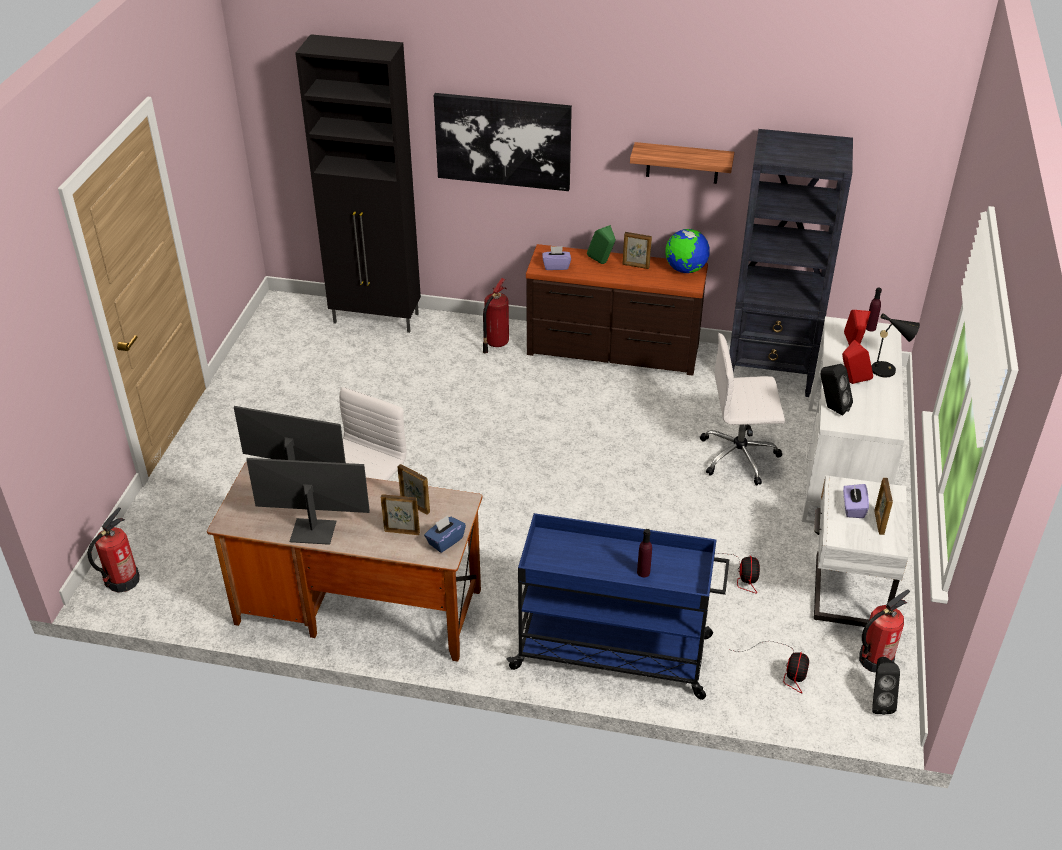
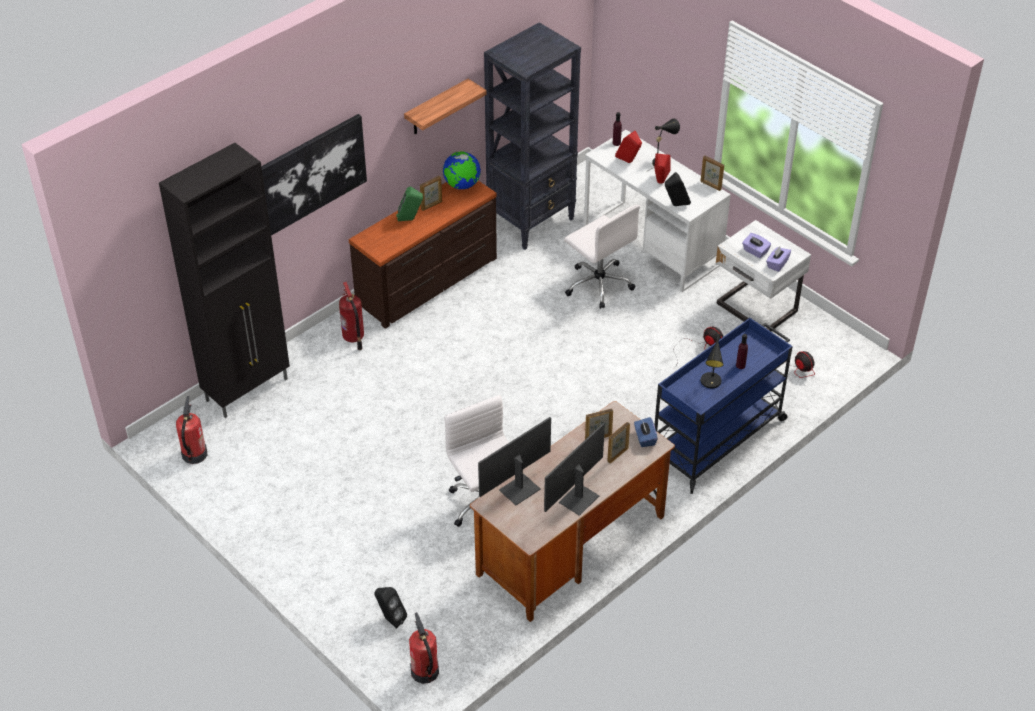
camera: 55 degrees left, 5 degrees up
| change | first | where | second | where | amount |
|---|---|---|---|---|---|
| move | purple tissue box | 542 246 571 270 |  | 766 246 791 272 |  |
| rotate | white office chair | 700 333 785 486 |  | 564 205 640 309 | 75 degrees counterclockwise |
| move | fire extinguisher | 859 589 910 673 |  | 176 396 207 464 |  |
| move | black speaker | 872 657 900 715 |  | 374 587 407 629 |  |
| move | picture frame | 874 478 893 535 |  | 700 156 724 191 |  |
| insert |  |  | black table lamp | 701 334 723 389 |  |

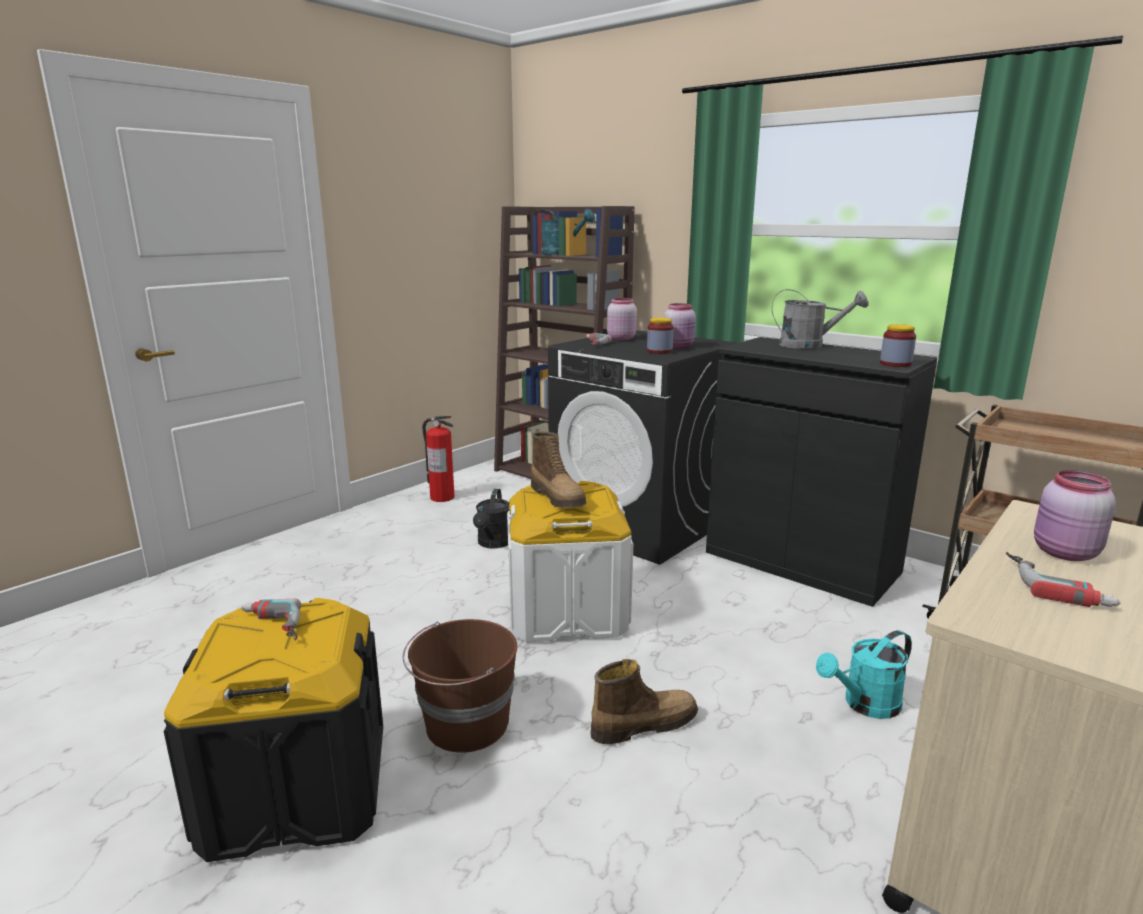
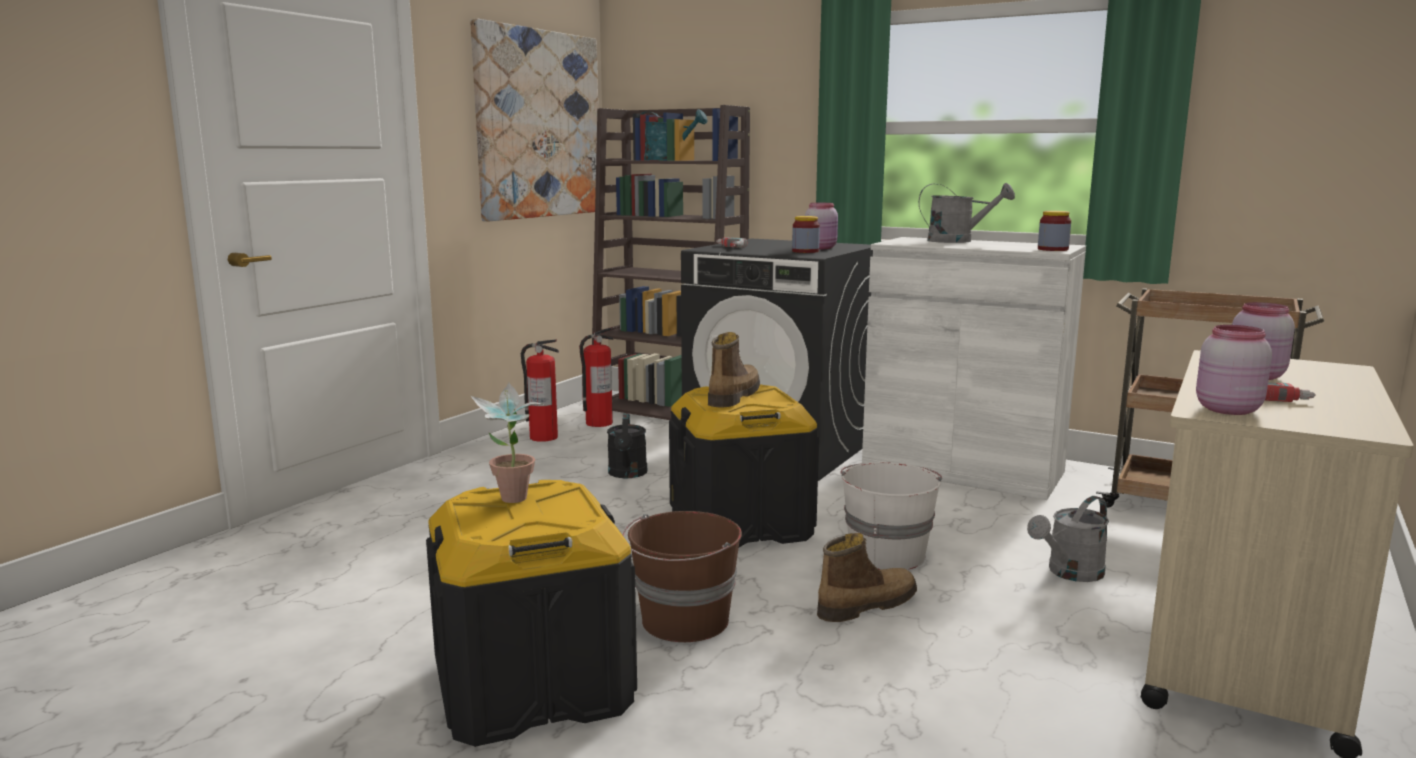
camera: 10 degrees left, 5 degrees down
| change | first | where | second | where | amount |
|---|---|---|---|---|---|
| replace | power drill | 241 599 301 641 | potted plant | 471 383 546 503 |  |
| recolor | white storage box | 507 481 633 642 | black storage box | 669 384 819 547 |  |
| rotate | boot | 531 431 586 508 |  | 708 332 760 408 | 120 degrees counterclockwise |
| move | pink jar | 607 298 637 341 |  | 1196 325 1272 415 |  |
| recolor | black cabinet | 706 337 938 607 | white cabinet | 862 237 1086 500 |  |
| recolor | turquoise watering can | 816 630 912 719 | grey watering can | 1027 496 1109 582 |  |
| insert |  |  | picture | 470 19 598 221 |  |
| insert |  |  | fire extinguisher | 579 328 613 427 |  |
| insert |  |  | white bucket | 840 462 942 570 |  |

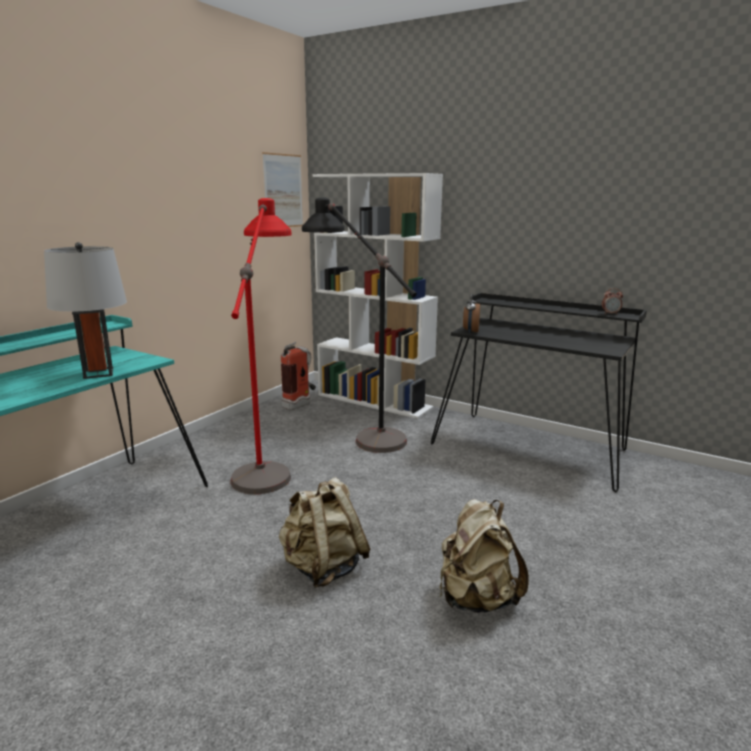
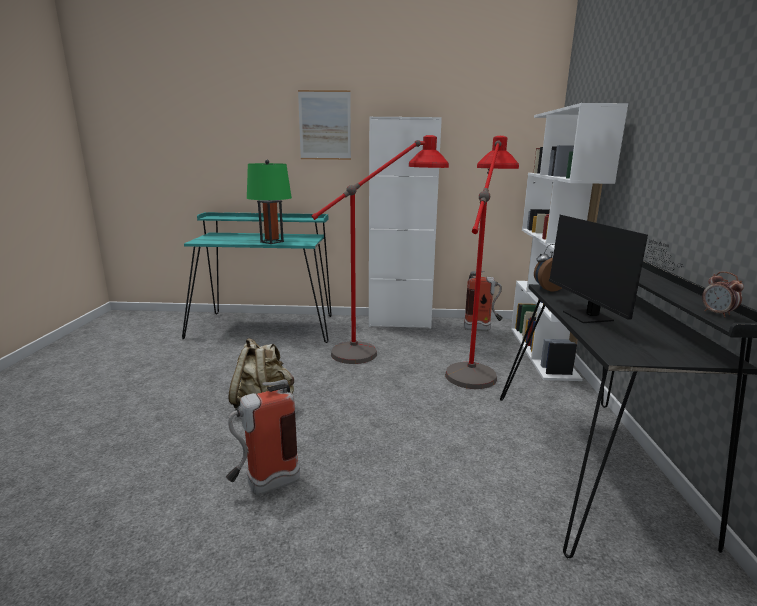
camera: 60 degrees right, 0 degrees up
| change | first | where | second | where | amount |
|---|---|---|---|---|---|
| recolor | grey table lamp | 44 242 127 379 | green table lamp | 247 160 292 244 |  |
| move | picture | 262 152 303 227 |  | 298 90 351 160 |  |
| recolor | black floor lamp | 302 198 417 453 | red floor lamp | 445 136 519 389 |  |
| replace | beige backpack | 439 499 529 613 | fire extinguisher | 226 379 300 495 |  |
| insert |  |  | white cabinet | 369 117 442 329 |  |
| insert |  |  | monitor | 549 215 684 323 |  |

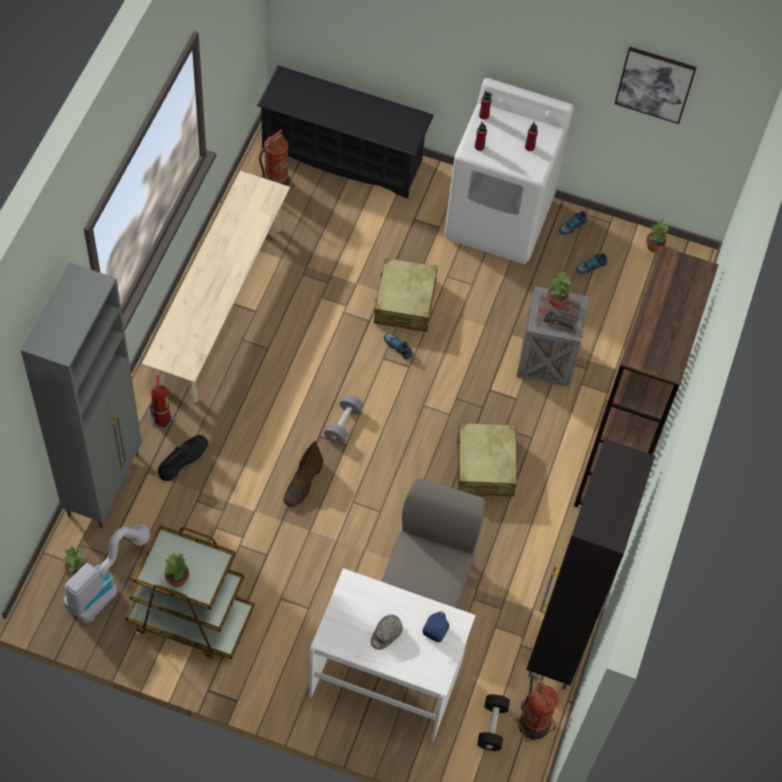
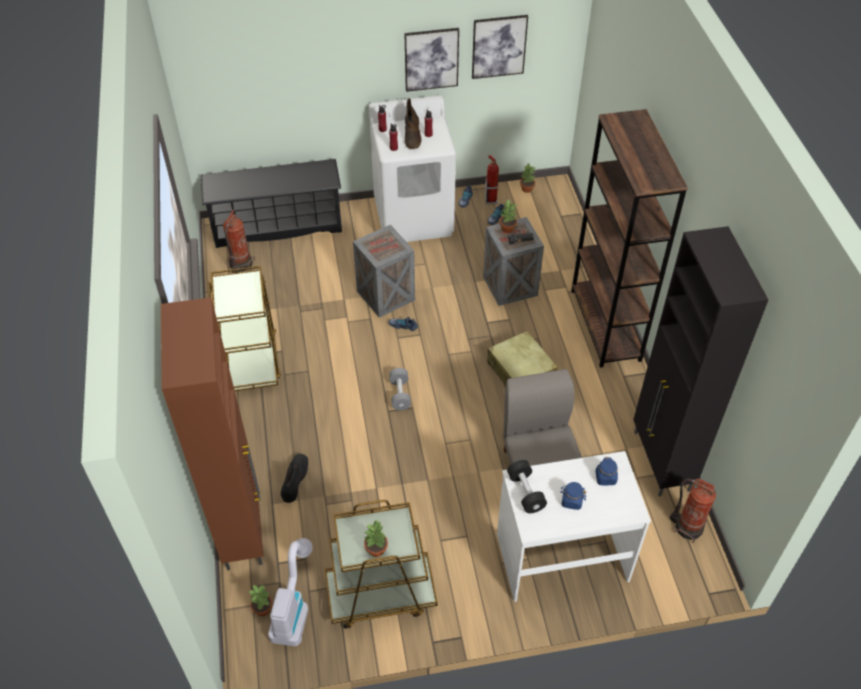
camera: 25 degrees left, 10 degrees down
| change | first | where | second | where | amount |
|---|---|---|---|---|---|
| recolor | grey cabinet | 21 262 142 528 | brown cabinet | 161 297 263 570 |  |
| replace | beige bench | 142 171 290 403 | brown cart | 208 266 281 391 |  |
| move | fire extinguisher | 149 375 174 430 |  | 485 155 499 204 |  |
| move | brown boot | 283 441 323 507 |  | 405 98 422 149 |  |
| replace | grey cap | 371 615 402 650 | blue jar | 560 482 586 510 |  |
| replace | beige suitcase | 374 258 438 332 | crate | 353 225 415 318 |  |
| move | black dumbbell | 477 694 510 751 |  | 507 460 547 513 |  |
| insert |  |  | picture | 404 28 459 92 |  |

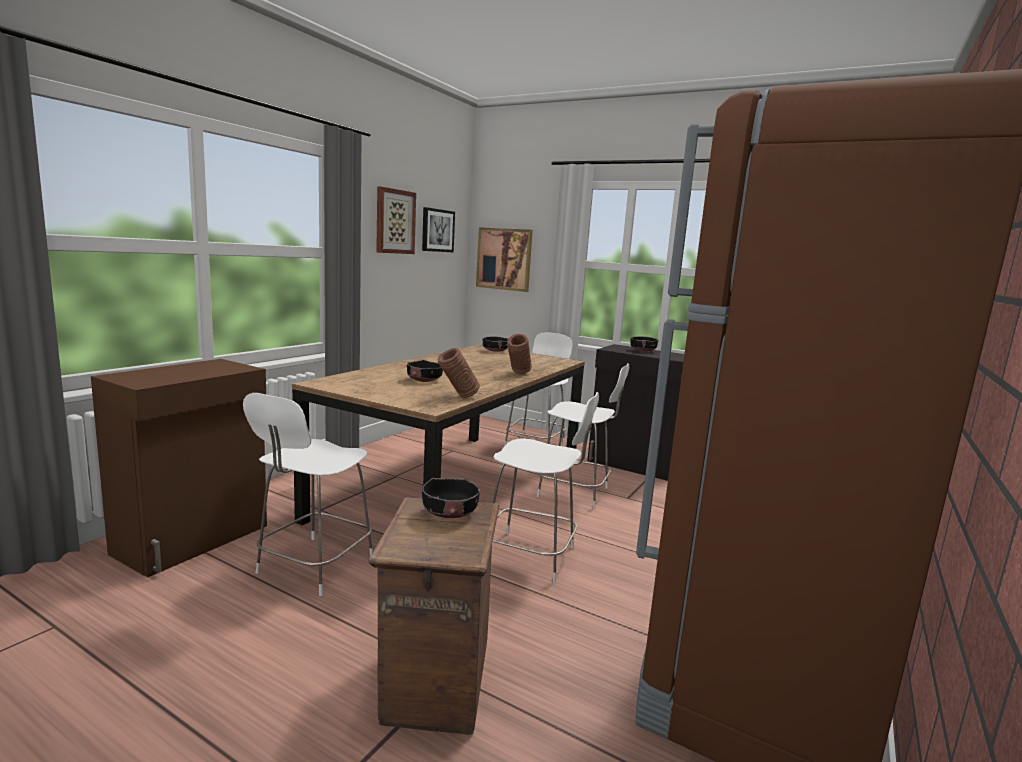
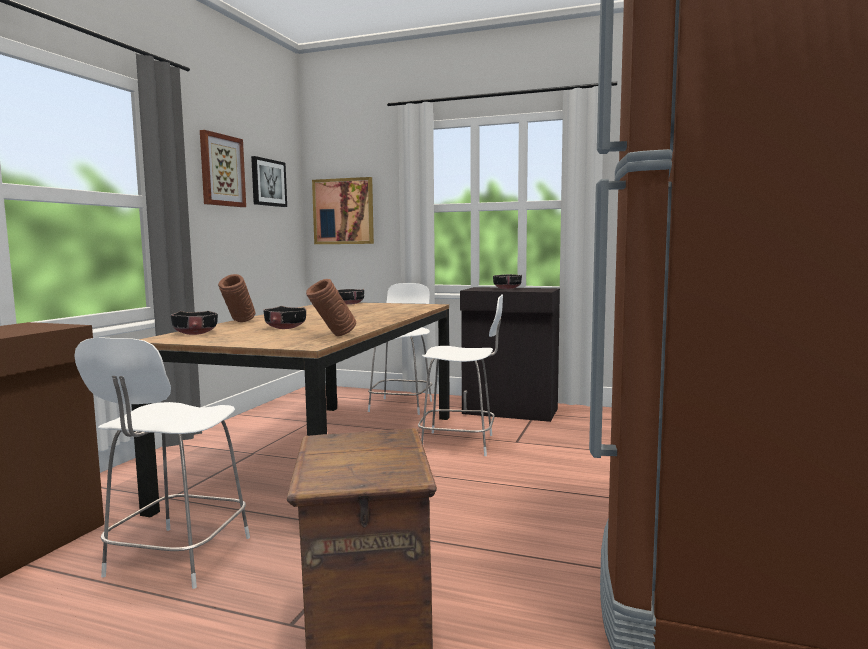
camera: 10 degrees left, 5 degrees down
| change | first | where | second | where | amount |
|---|---|---|---|---|---|
| move | black bowl | 422 478 480 518 |  | 171 311 218 335 |  |
| delete | white chair | 492 392 599 583 |  |  |  |
| move | brown vase | 507 334 532 374 |  | 218 274 255 322 |  |

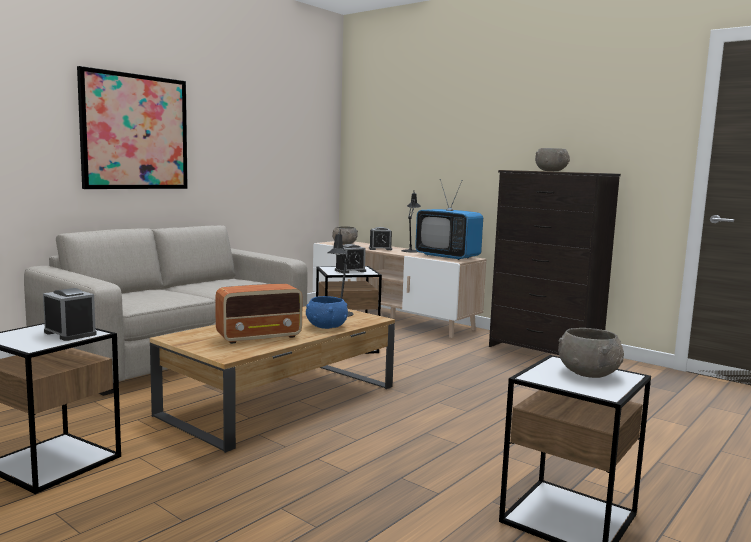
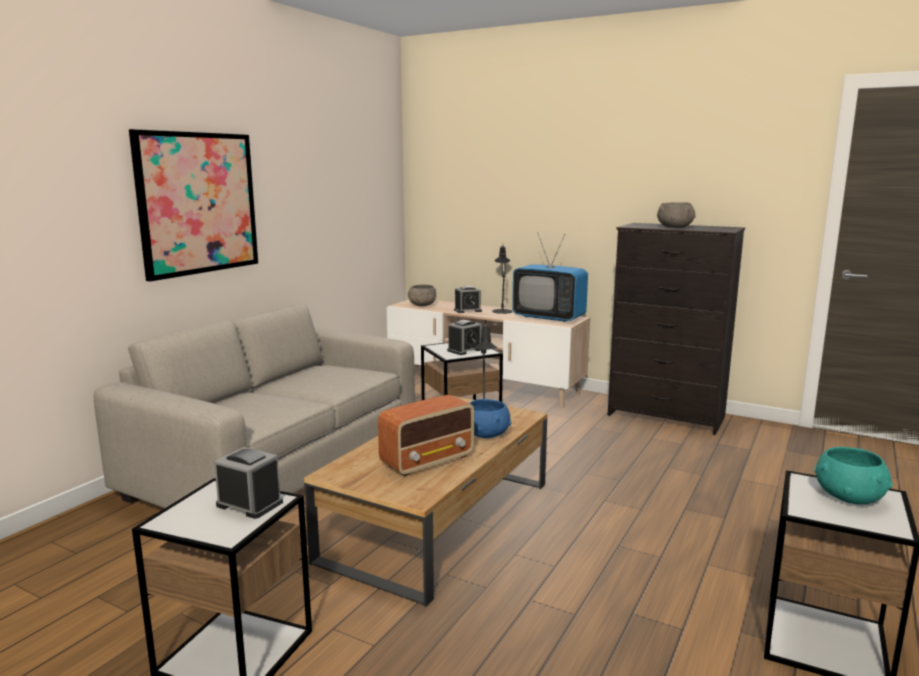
camera: 10 degrees left, 5 degrees up
| change | first | where | second | where | amount |
|---|---|---|---|---|---|
| recolor | grey bowl | 558 328 624 378 | turquoise bowl | 814 447 893 504 |  |

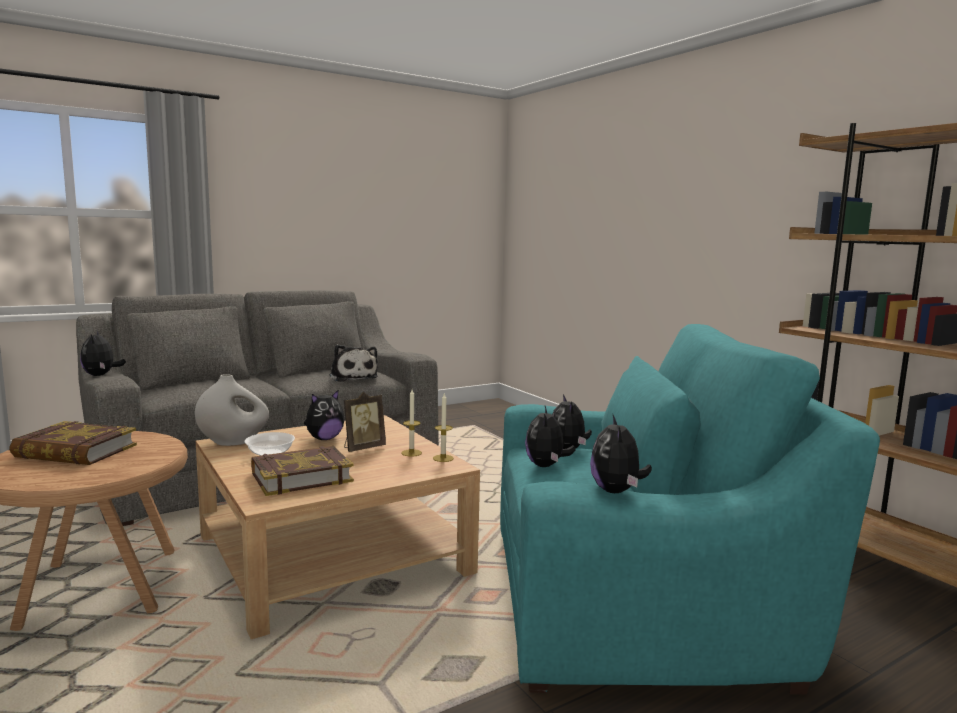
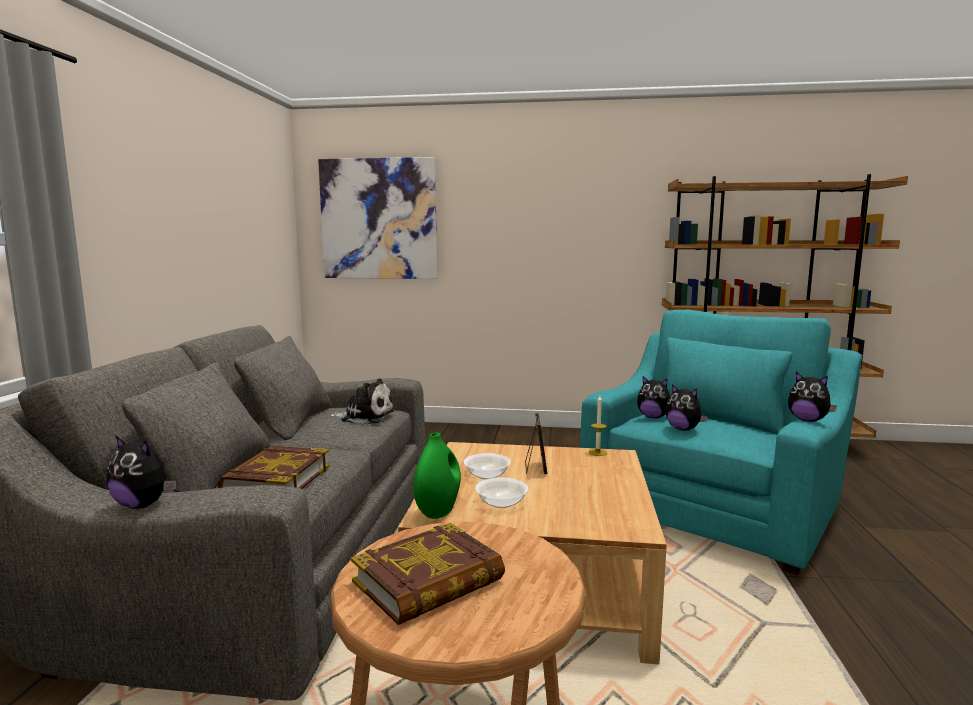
camera: 50 degrees left, 0 degrees up
| change | first | where | second | where | amount |
|---|---|---|---|---|---|
| recolor | white vase | 195 375 269 446 | green vase | 413 433 461 519 |  |
| move | book | 251 446 354 496 |  | 218 446 330 489 |  |
| replace | plush toy | 304 390 345 440 | bowl | 464 453 511 479 |  |
| delete | candle | 401 390 422 457 |  |  |  |
| insert |  |  | picture | 318 157 437 279 |  |

